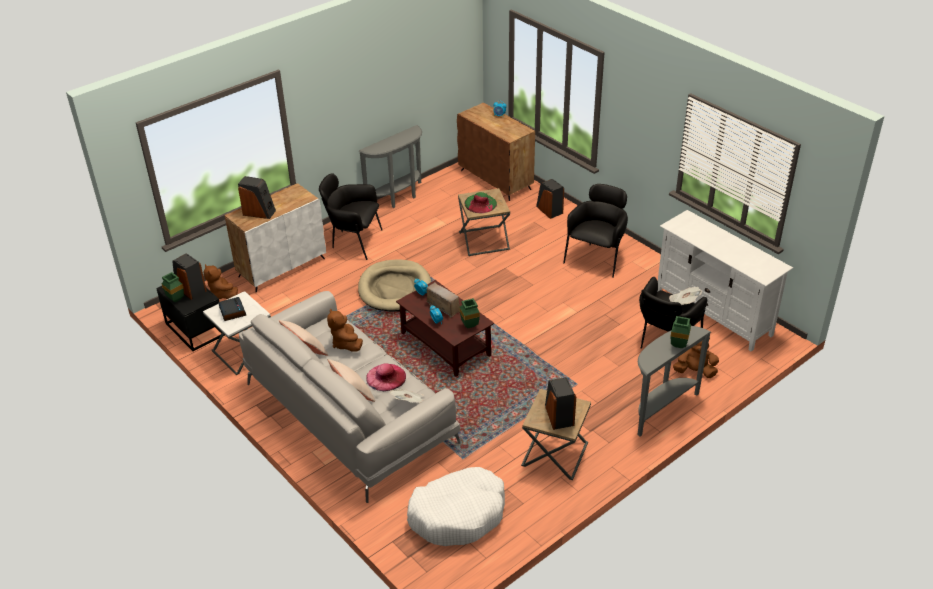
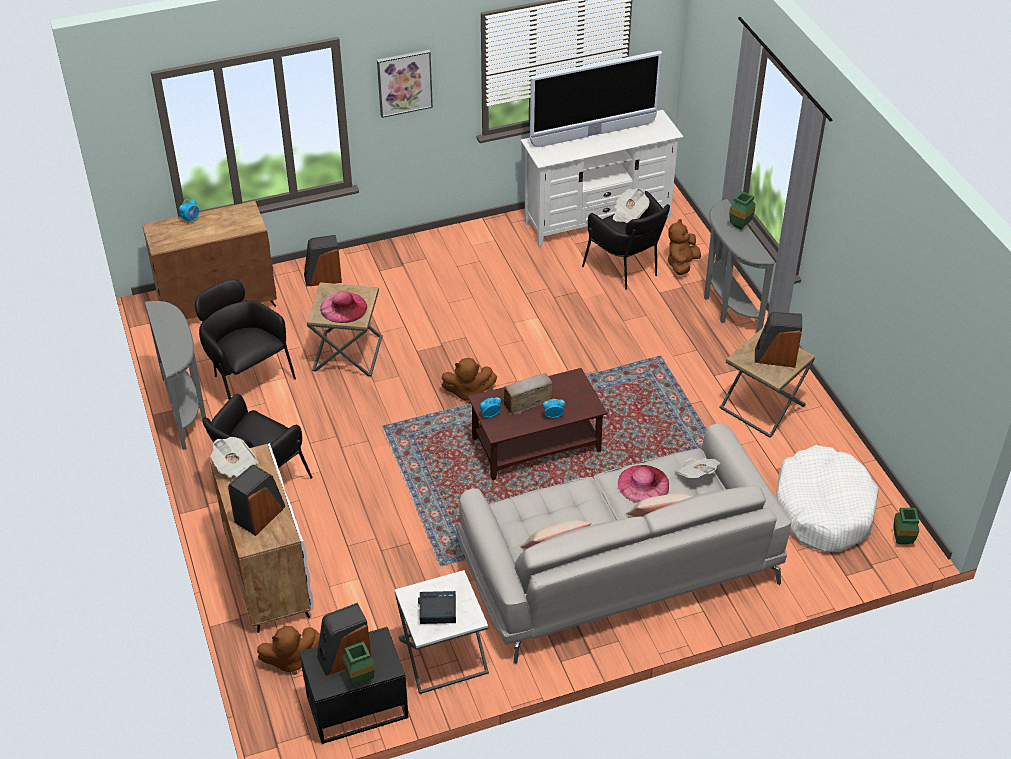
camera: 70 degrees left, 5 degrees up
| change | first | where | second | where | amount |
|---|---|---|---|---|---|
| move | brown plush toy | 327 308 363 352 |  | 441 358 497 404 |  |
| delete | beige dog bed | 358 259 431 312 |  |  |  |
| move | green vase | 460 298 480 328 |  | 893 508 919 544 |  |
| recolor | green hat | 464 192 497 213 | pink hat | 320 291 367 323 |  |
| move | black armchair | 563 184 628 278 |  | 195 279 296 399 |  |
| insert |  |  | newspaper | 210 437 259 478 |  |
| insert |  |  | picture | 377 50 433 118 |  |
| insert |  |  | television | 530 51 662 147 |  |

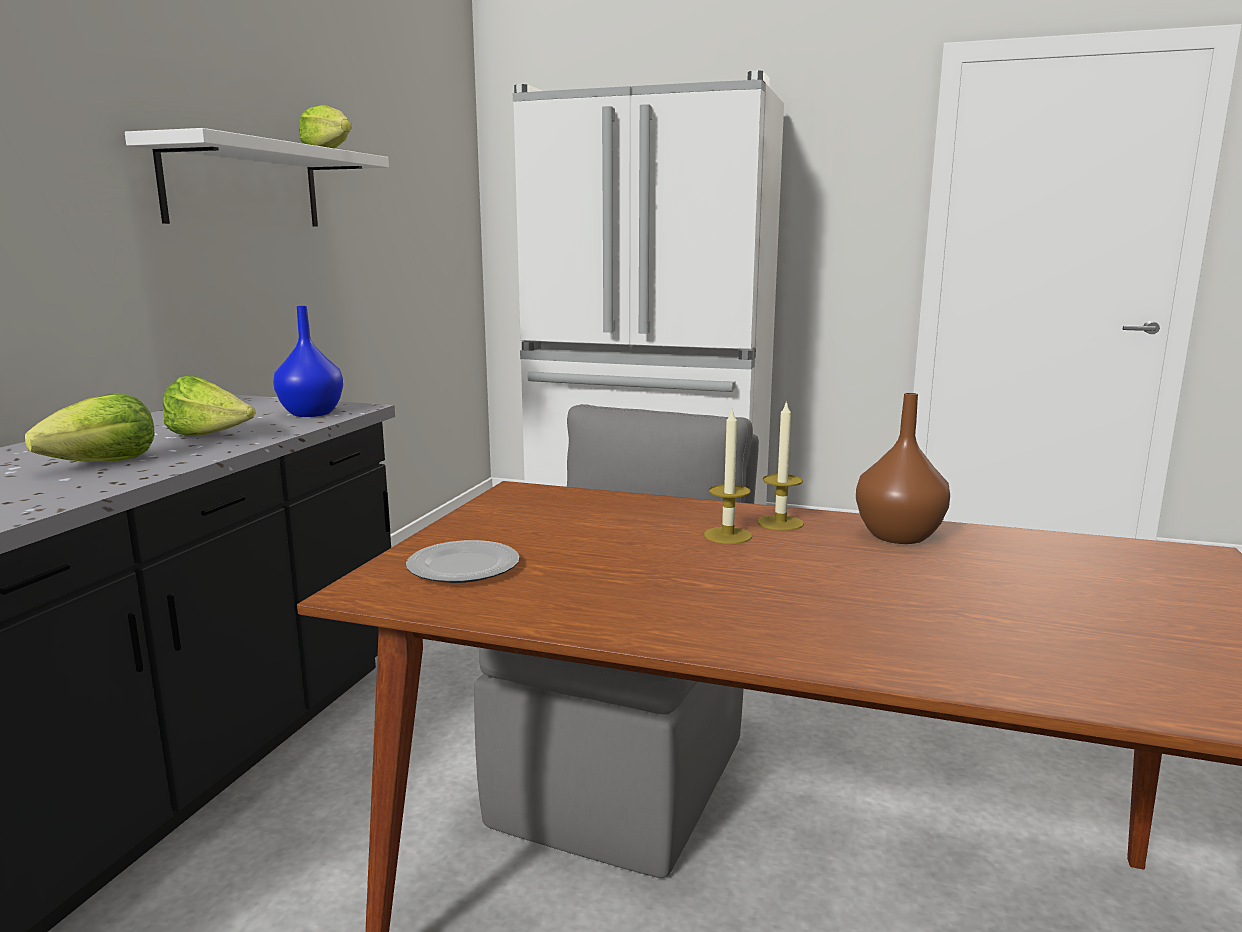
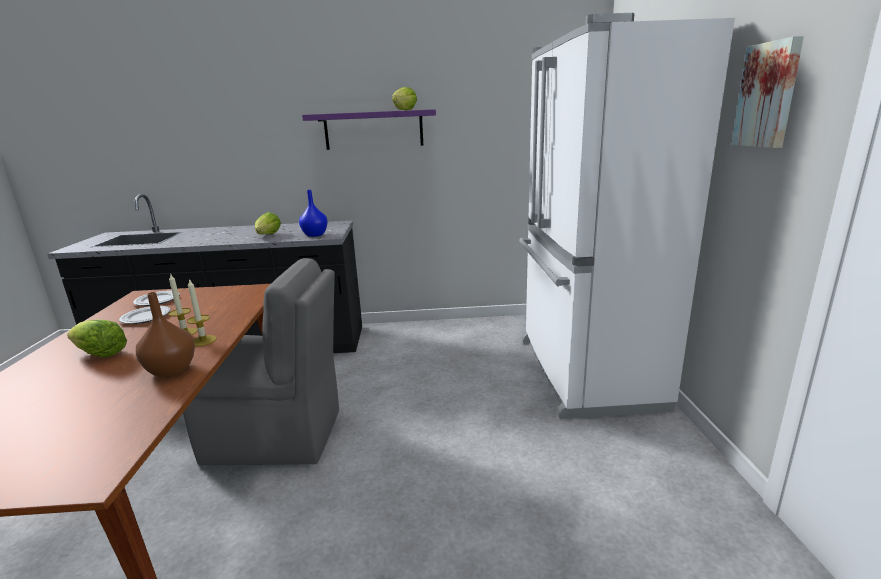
camera: 70 degrees right, 5 degrees up
| change | first | where | second | where | amount |
|---|---|---|---|---|---|
| move | lettuce | 25 393 155 462 |  | 67 320 127 358 |  |
| recolor | white shelf | 125 128 389 227 | purple shelf | 302 109 436 150 |  |
| insert |  |  | plate | 119 306 171 324 |  |
| insert |  |  | picture | 731 36 804 148 |  |

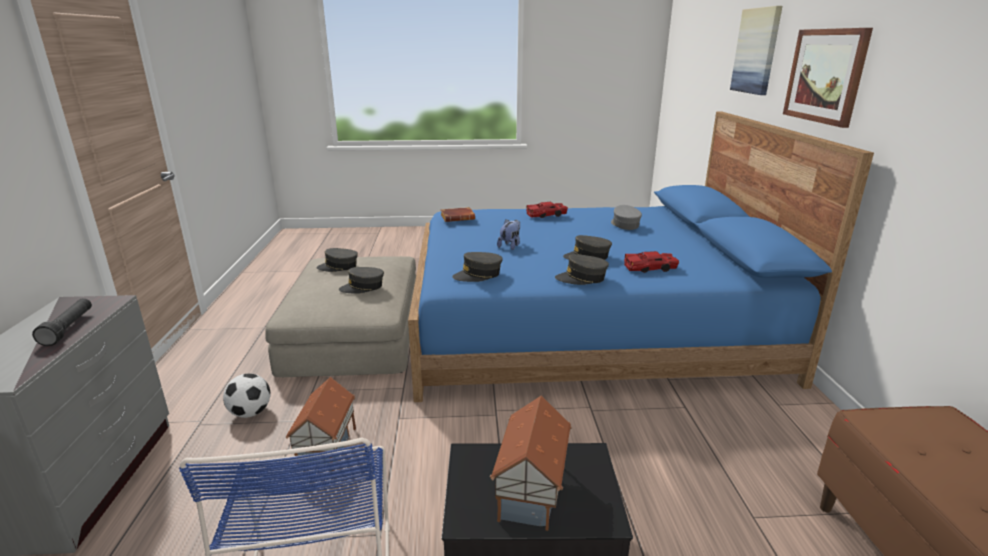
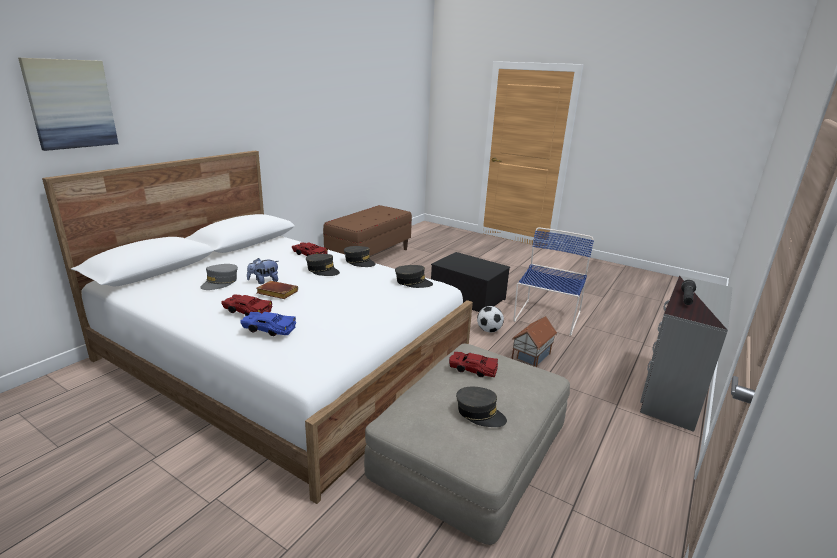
camera: 145 degrees left, 0 degrees up
| change | first | where | second | where | amount |
|---|---|---|---|---|---|
| move | football | 223 373 270 418 |  | 477 306 504 332 |  |
| replace | grey cap | 339 267 384 294 | red toy car | 449 352 498 377 |  |
| recolor | blue bed | 408 112 874 402 | white bed | 42 151 473 504 |  |
| move | brown book | 441 207 475 222 |  | 256 281 298 299 |  |
| delete | toy house | 490 395 572 531 |  |  |  |
| move | plush toy | 497 219 520 250 |  | 247 258 278 284 |  |
| delete | picture | 783 28 873 128 |  |  |  |
| insert |  |  | blue toy car | 240 312 296 336 |  |

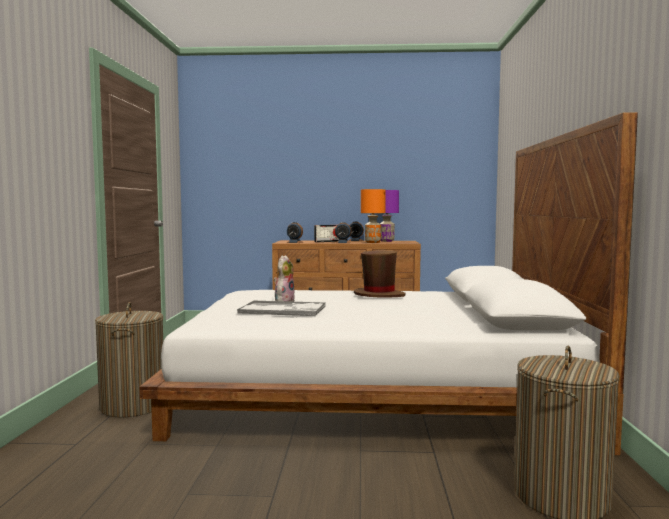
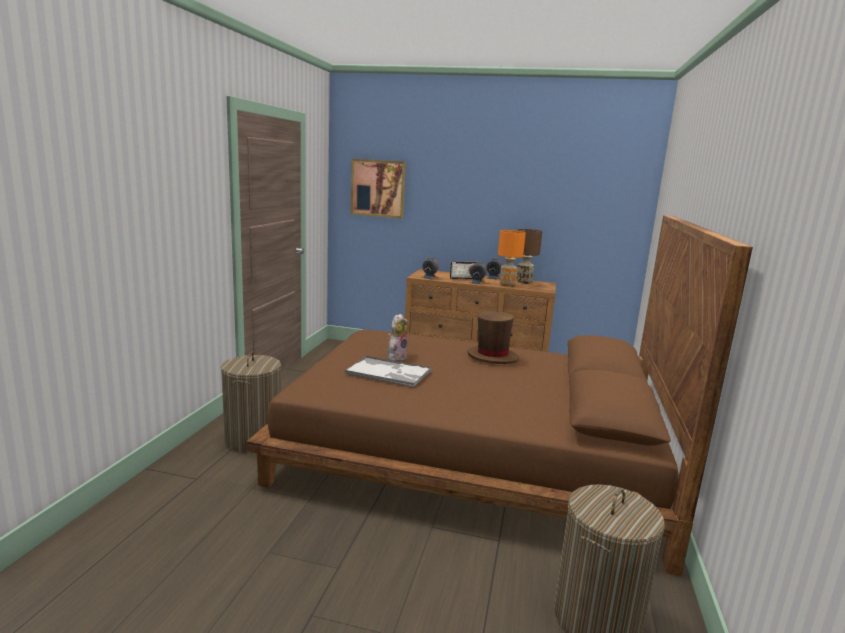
camera: 10 degrees right, 10 degrees up
| change | first | where | second | where | amount |
|---|---|---|---|---|---|
| recolor | white bed | 139 112 638 455 | brown bed | 246 215 753 576 |  |
| recolor | purple table lamp | 380 190 399 242 | brown table lamp | 517 229 542 284 |  |
| insert |  |  | picture | 351 159 406 218 |  |

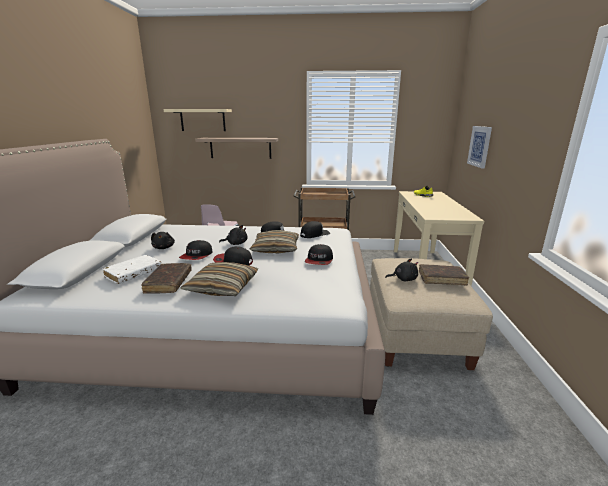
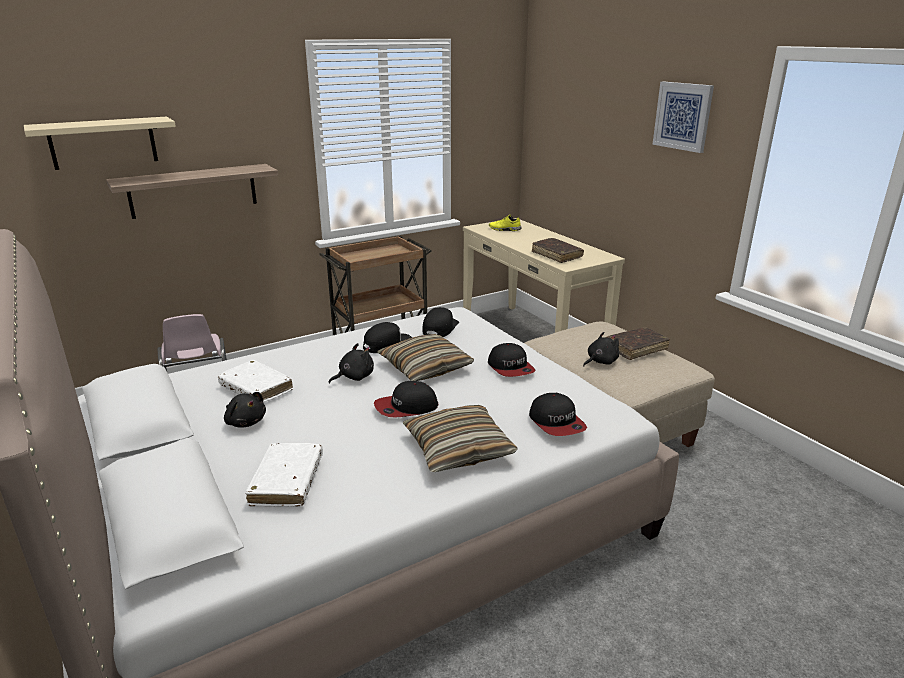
camera: 35 degrees left, 5 degrees up
| change | first | where | second | where | amount |
|---|---|---|---|---|---|
| move | brown book | 141 263 192 294 |  | 532 238 584 263 |  |
| move | cap | 179 240 213 260 |  | 529 393 587 436 |  |
| move | picture | 467 126 492 168 |  | 652 82 714 153 |  |
| insert |  |  | white book | 218 360 293 403 |  |

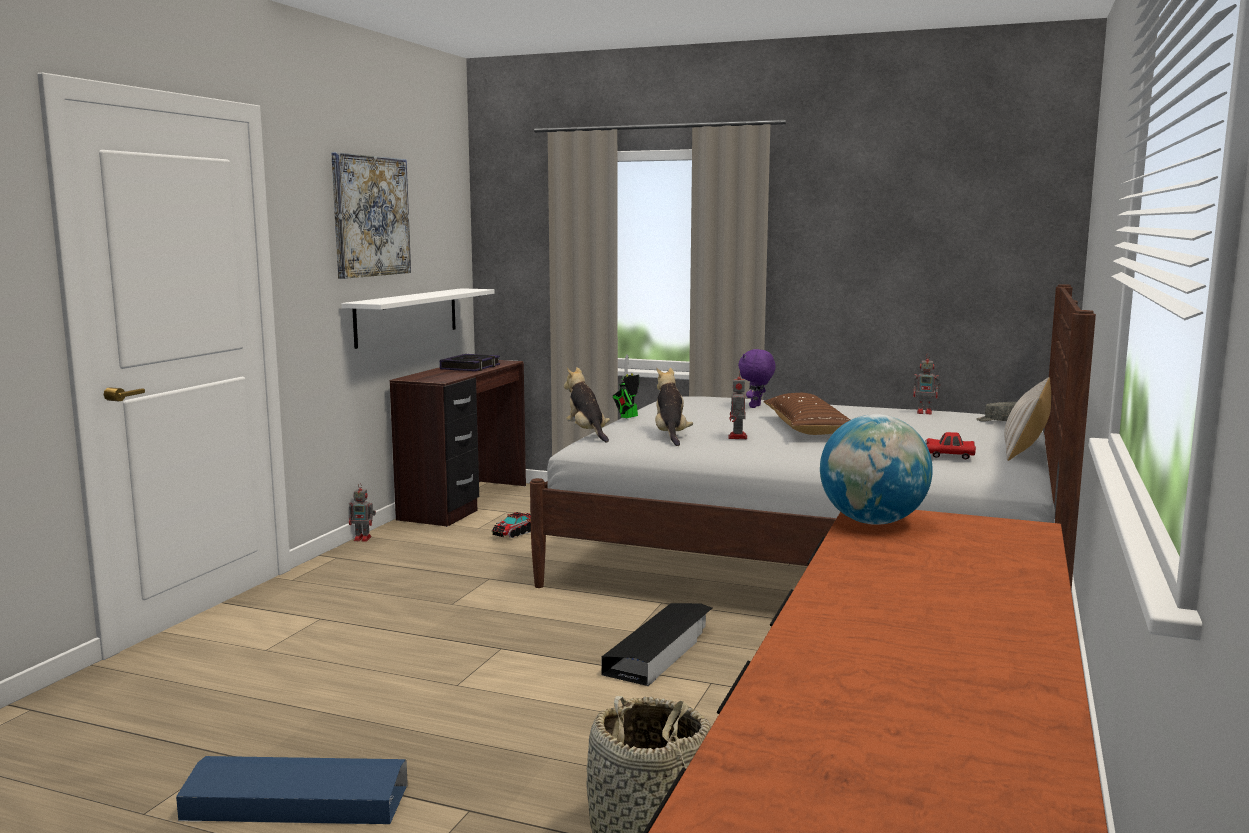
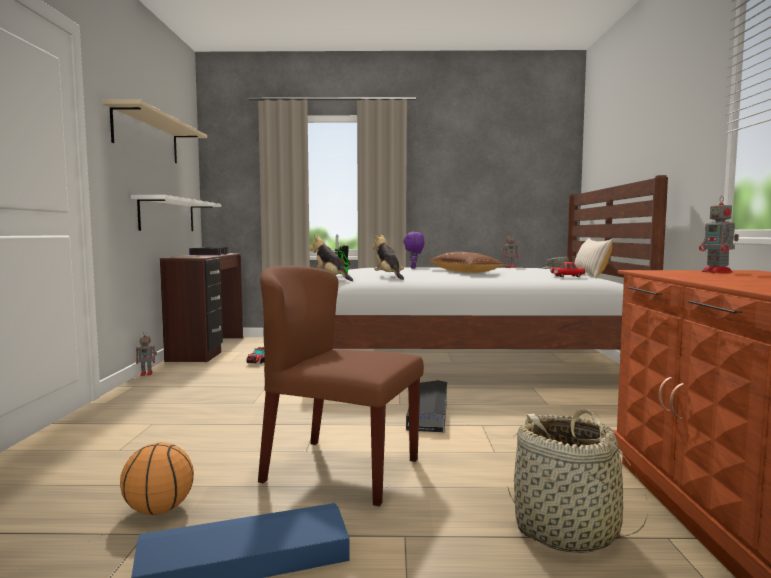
camera: 20 degrees left, 5 degrees down
| change | first | where | second | where | amount |
|---|---|---|---|---|---|
| replace | picture | 331 152 411 279 | beige shelf | 102 99 207 163 |  |
| move | toy robot | 728 377 747 439 |  | 699 196 739 273 |  |
| delete | globe | 820 414 933 525 |  |  |  |
| insert |  |  | basketball | 120 443 194 515 |  |
| insert |  |  | brown chair | 258 266 424 506 |  |

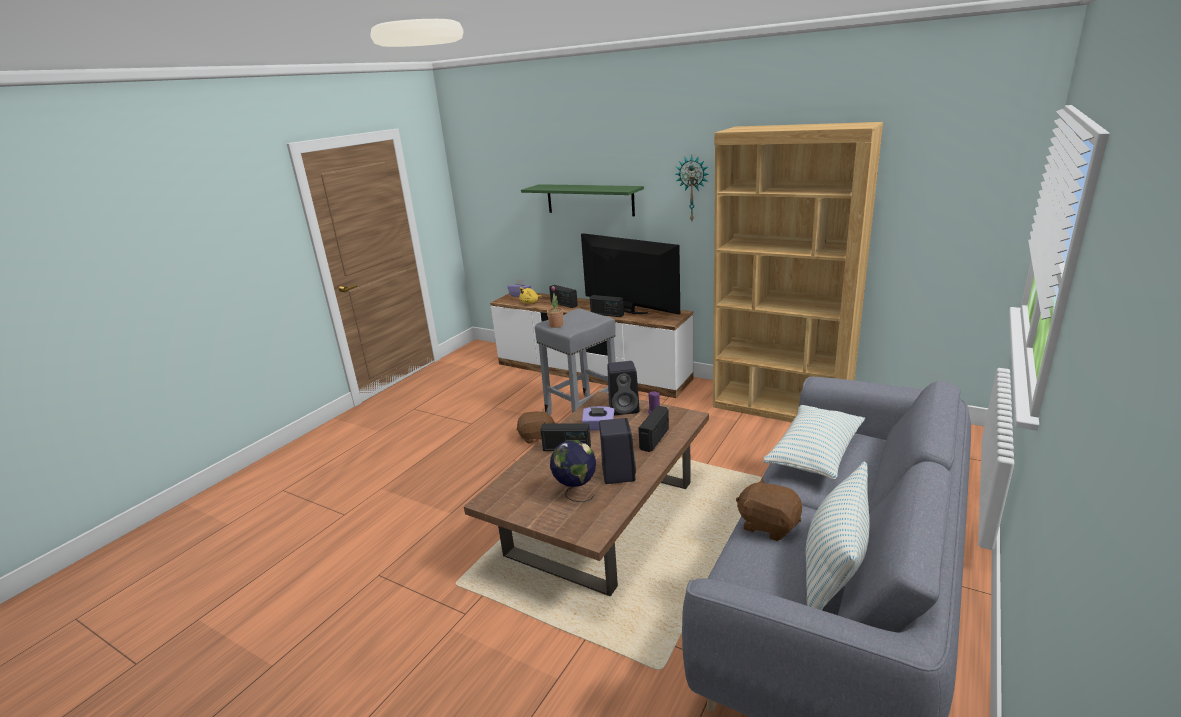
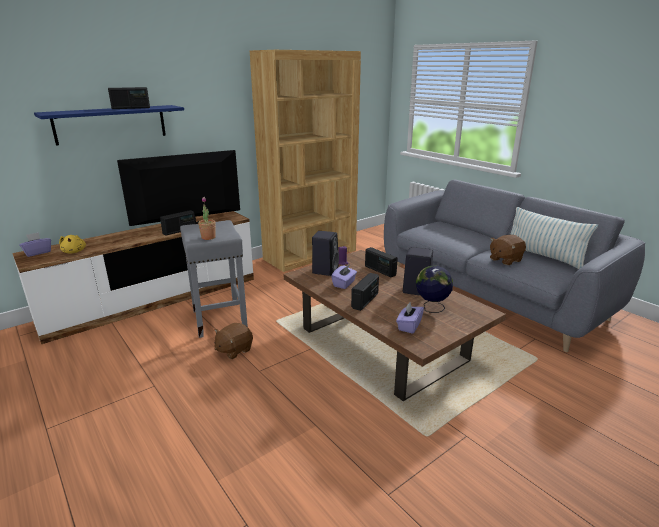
camera: 70 degrees left, 0 degrees up
| change | first | where | second | where | amount |
|---|---|---|---|---|---|
| rotate | brown plush toy | 517 409 557 444 |  | 215 323 253 359 | 150 degrees counterclockwise |
| recolor | green shelf | 521 184 644 216 | blue shelf | 34 105 184 146 |  |
| move | radio | 549 285 578 308 |  | 108 87 150 109 |  |
| delete | wall clock | 676 155 709 221 |  |  |  |
| delete | pillow | 763 405 865 479 |  |  |  |
| insert |  |  | purple tissue box | 396 302 424 334 |  |

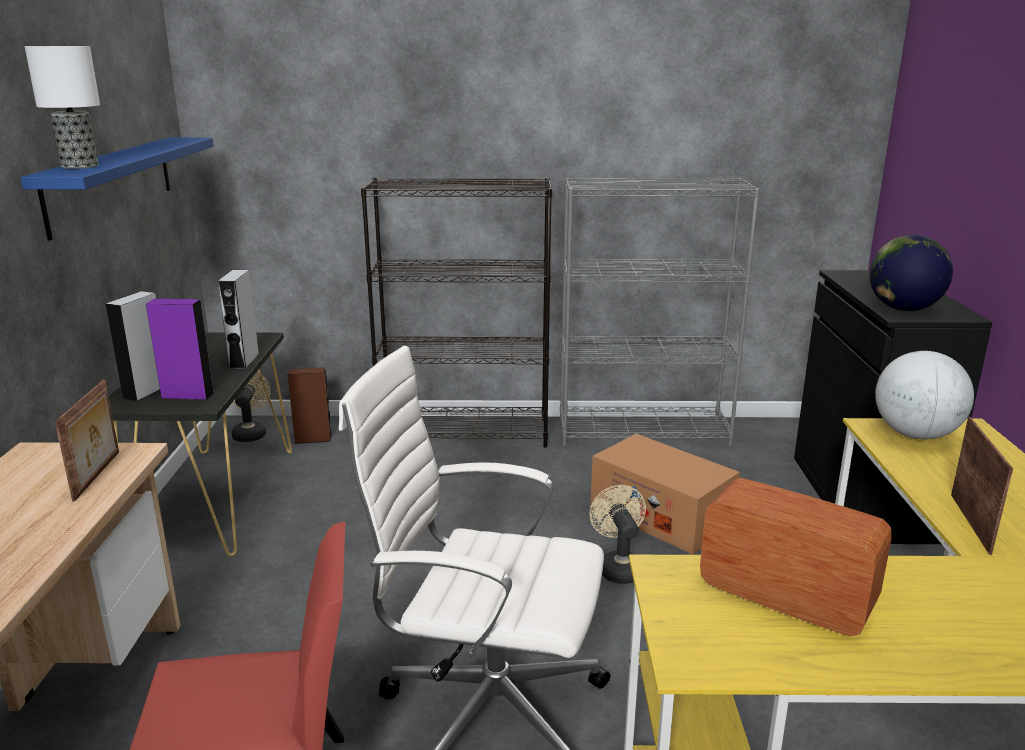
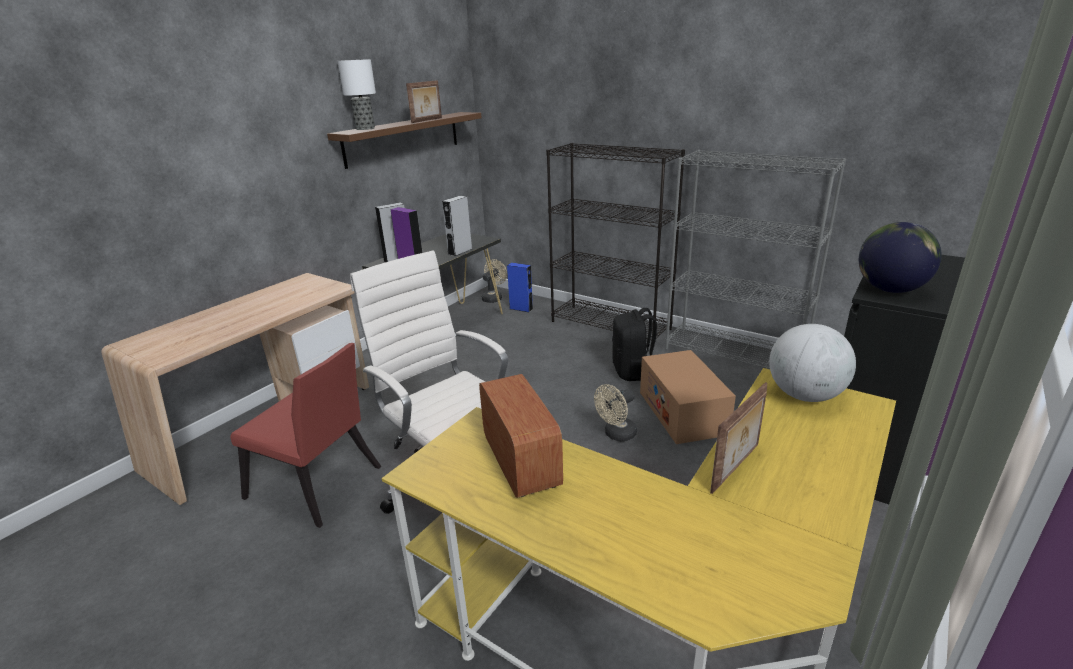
camera: 35 degrees right, 5 degrees up
| change | first | where | second | where | amount |
|---|---|---|---|---|---|
| recolor | blue shelf | 20 137 214 240 | brown shelf | 327 112 482 169 |  |
| move | picture frame | 55 379 119 502 |  | 406 80 442 123 |  |
| recolor | brown speaker | 288 368 332 444 | blue speaker | 507 263 533 312 |  |
| rotate | beige fan | 589 485 646 584 |  | 594 384 637 441 | 150 degrees counterclockwise |
| insert |  |  | black backpack | 612 308 657 381 |  |

